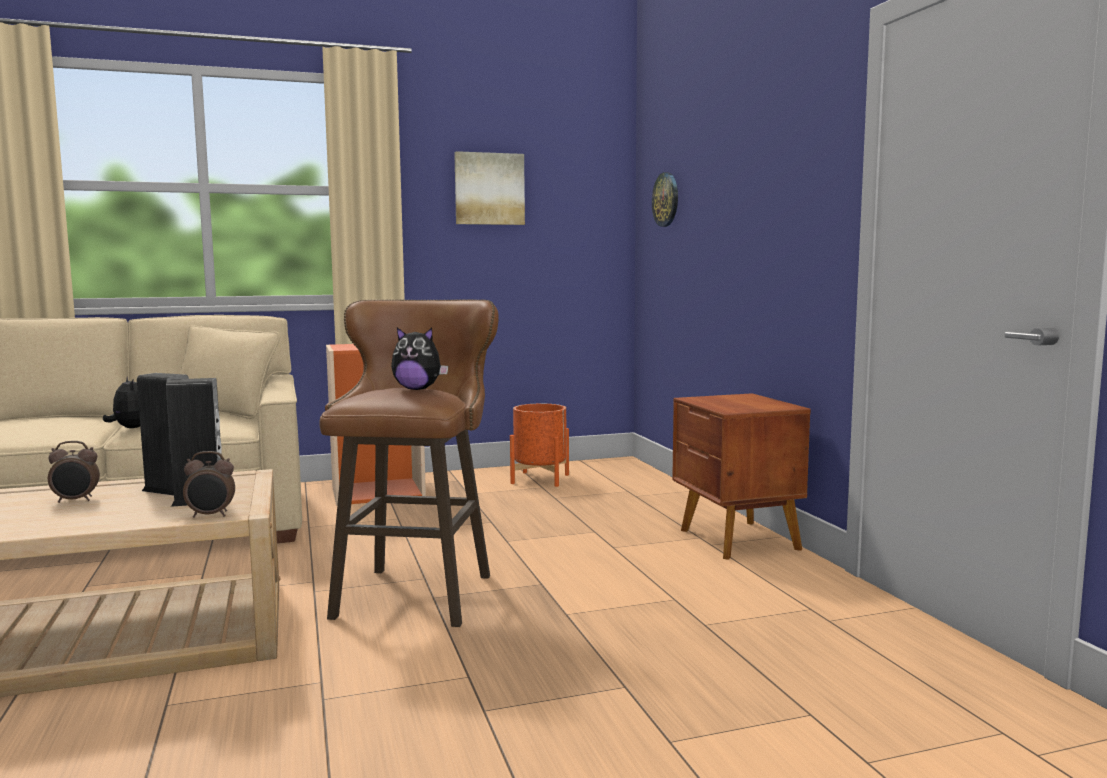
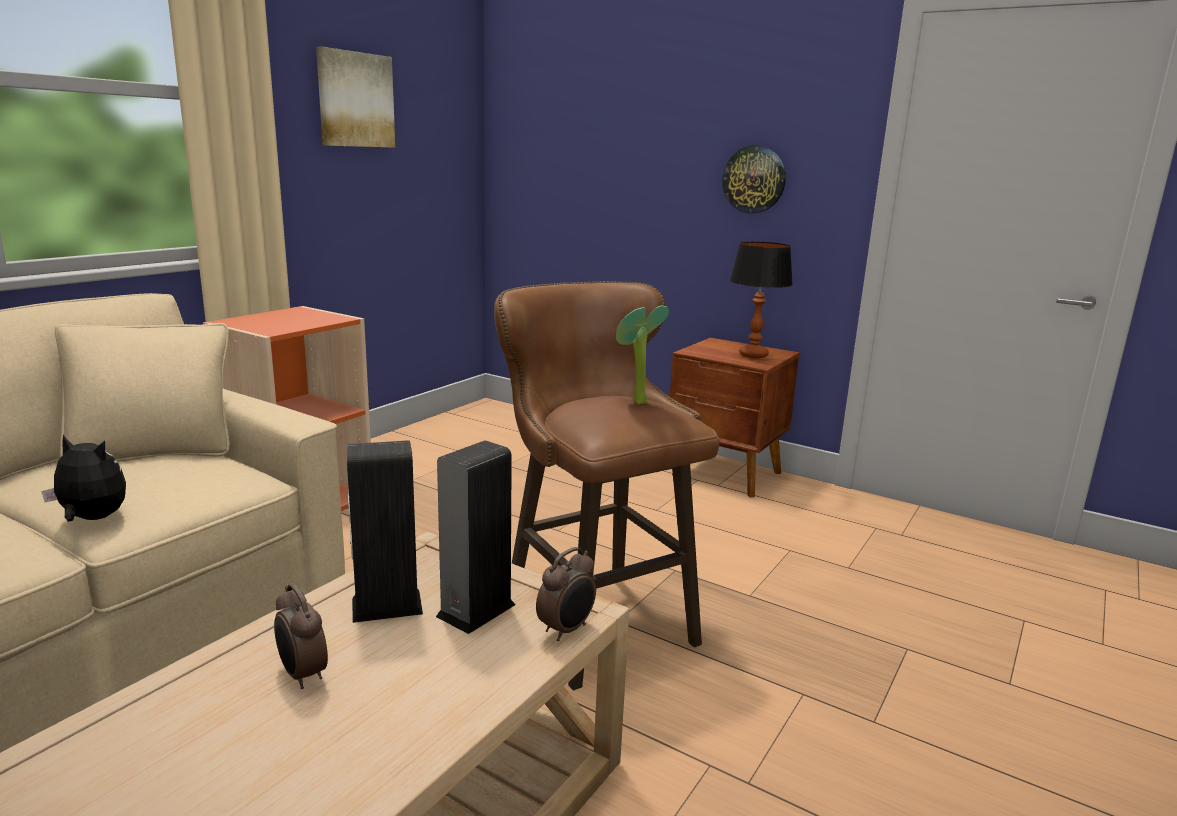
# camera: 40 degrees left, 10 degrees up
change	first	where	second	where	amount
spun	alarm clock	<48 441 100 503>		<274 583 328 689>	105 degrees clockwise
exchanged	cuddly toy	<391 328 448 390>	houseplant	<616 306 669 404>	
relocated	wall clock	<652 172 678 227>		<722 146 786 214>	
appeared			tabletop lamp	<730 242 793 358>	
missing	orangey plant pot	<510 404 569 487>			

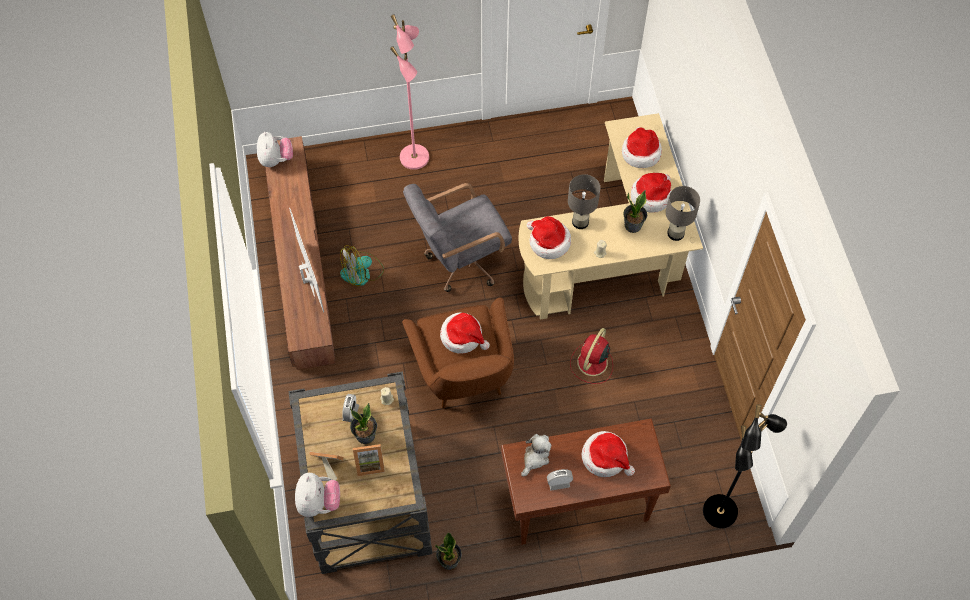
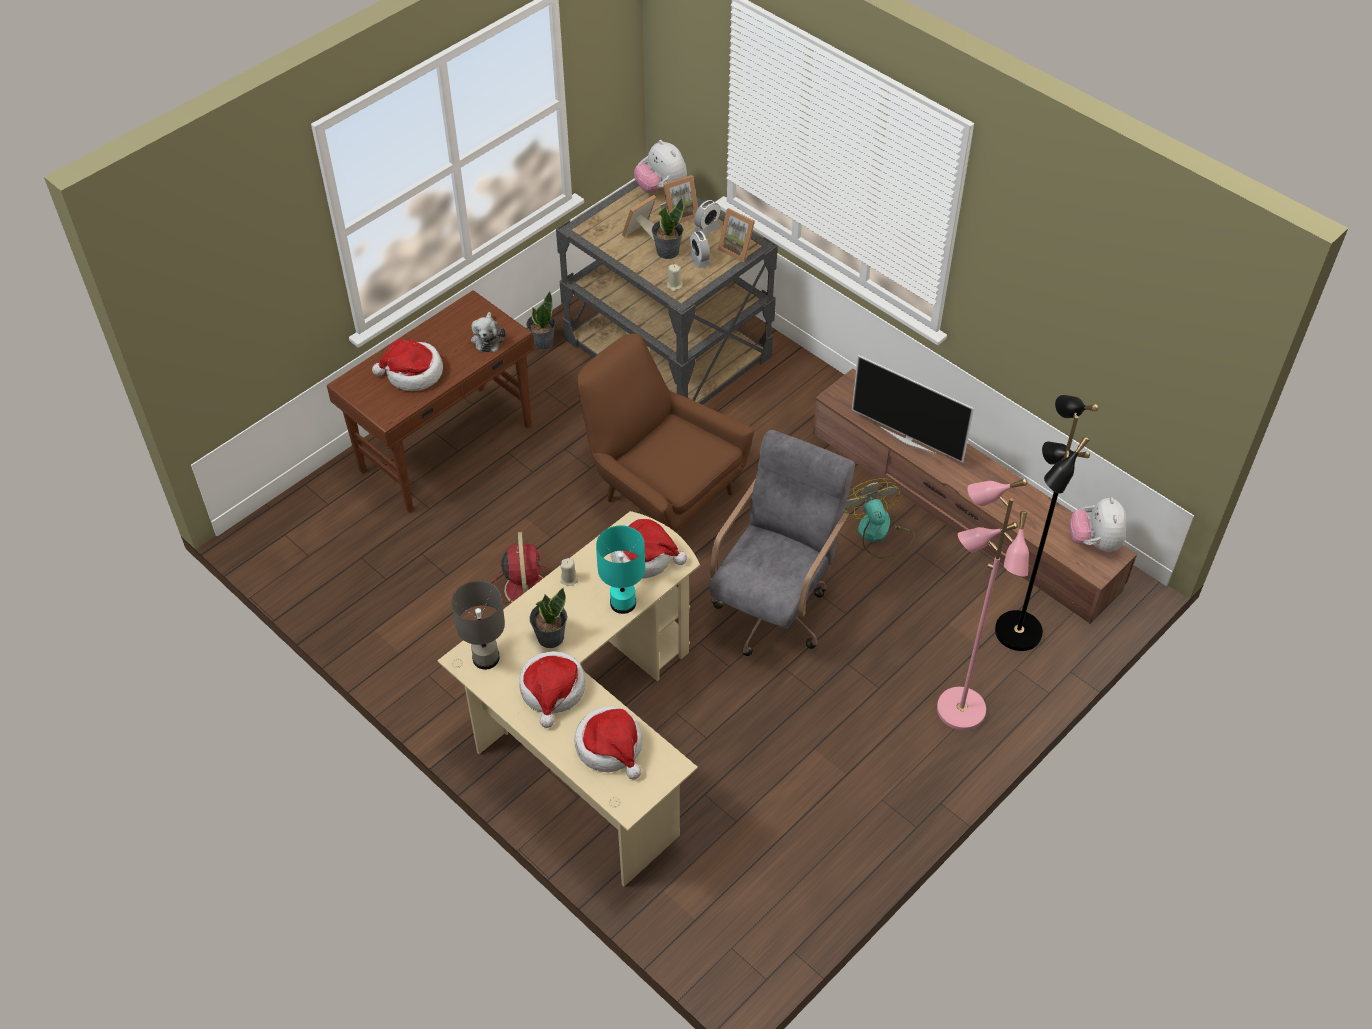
# camera: 145 degrees right, 10 degrees down
change	first	where	second	where	amount
colour	gray tabletop lamp	<568 174 600 229>	blue-green tabletop lamp	<596 525 645 614>	
relocated	alarm clock	<547 469 573 491>		<694 200 720 236>	
appeared			picture frame	<717 208 755 262>	
spun	electric fan	<340 245 384 286>		<844 478 915 559>	45 degrees counterclockwise
relocated	blackish floor lamp	<703 404 787 528>		<995 395 1098 651>	
spun	cuddly toy	<257 132 293 167>		<1069 497 1127 552>	45 degrees clockwise
missing	wearable hat	<440 313 490 354>			

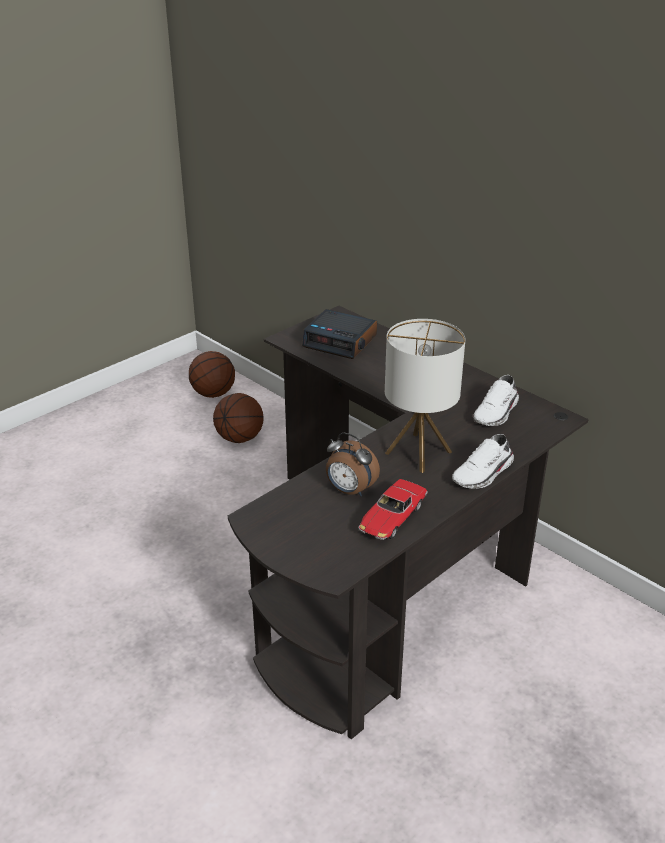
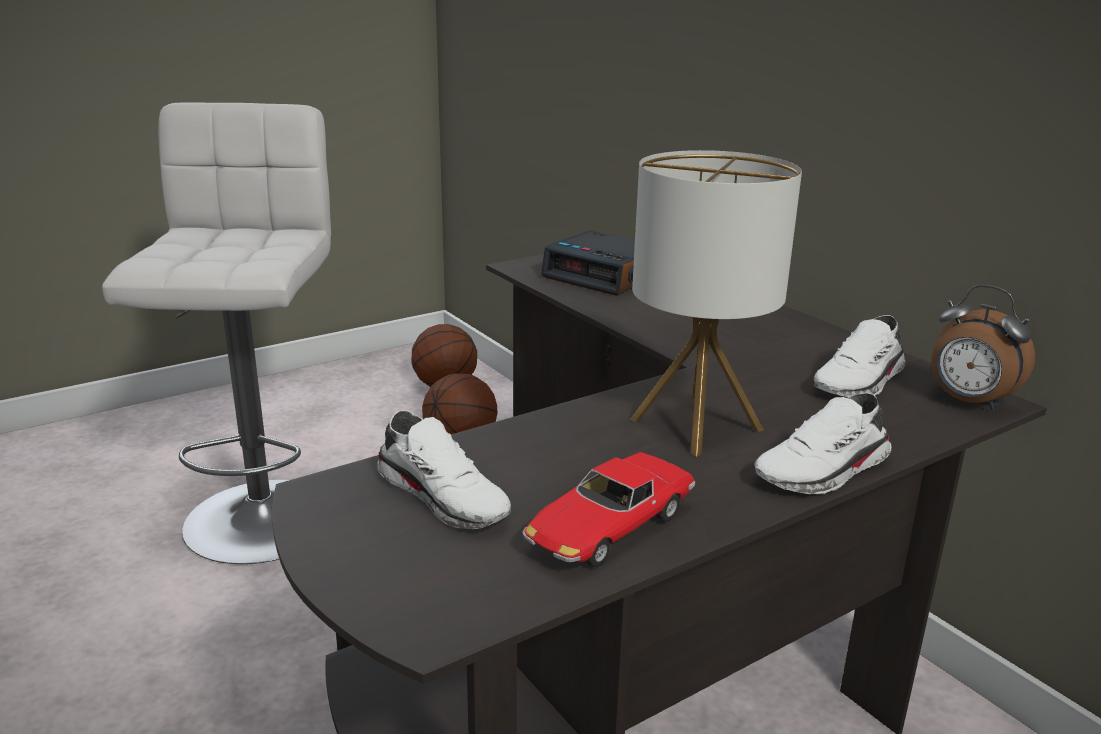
# camera: 10 degrees right, 10 degrees down
change	first	where	second	where	amount
appeared			white-coloured sitting stool	<102 102 331 564>	
appeared			white-coloured low shoe	<378 411 511 529>	
relocated	alarm clock	<326 433 380 496>		<931 285 1035 411>	

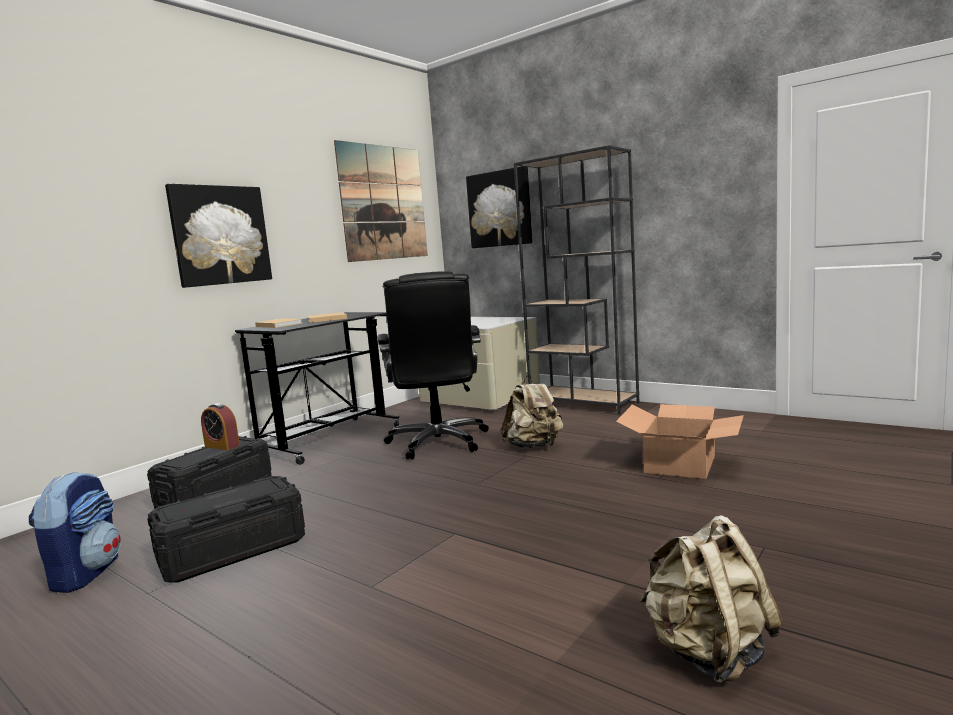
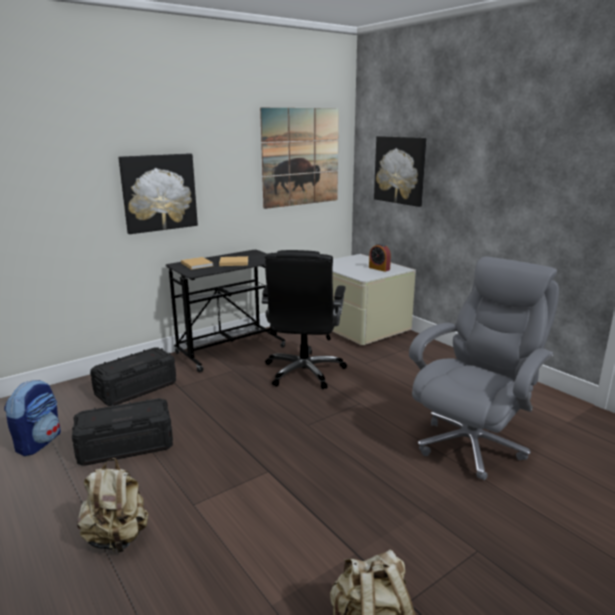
# camera: 15 degrees right, 10 degrees up
change	first	where	second	where	amount
relocated	beige knapsack	<501 375 563 448>		<77 458 148 553>	
relocated	alarm clock	<201 403 240 450>		<369 243 391 272>	
exchanged	packing box	<616 404 744 479>	gray computer chair	<409 257 559 480>	
missing	shelving unit	<514 145 639 415>			

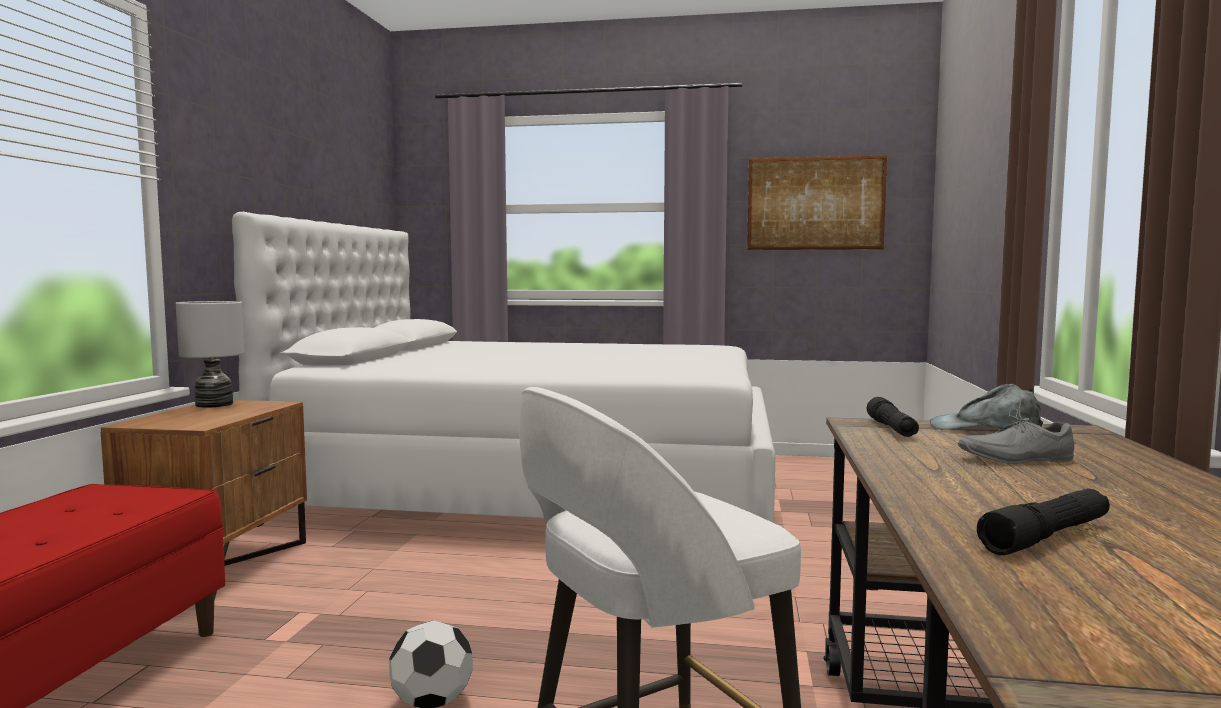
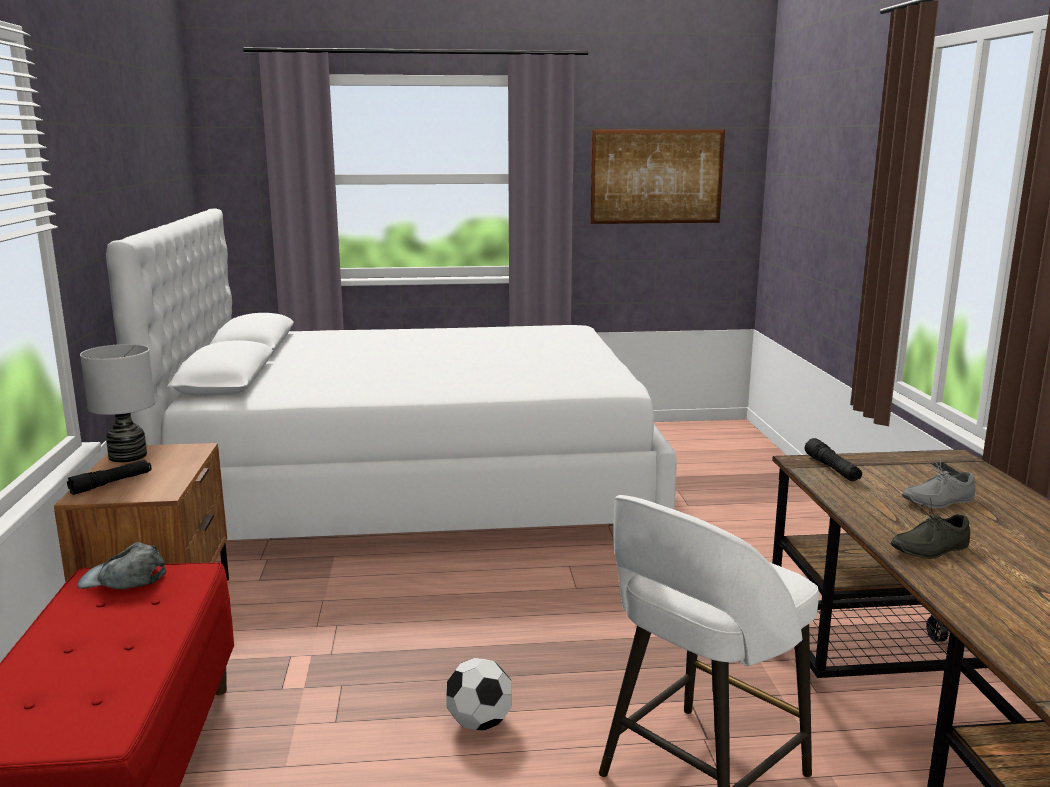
# camera: 15 degrees left, 10 degrees up
change	first	where	second	where	amount
relocated	blackish torch	<977 488 1110 555>		<67 460 152 495>	
relocated	gray peaked cap	<930 384 1043 430>		<77 542 166 589>	
appeared			gray low shoe	<890 497 970 559>	

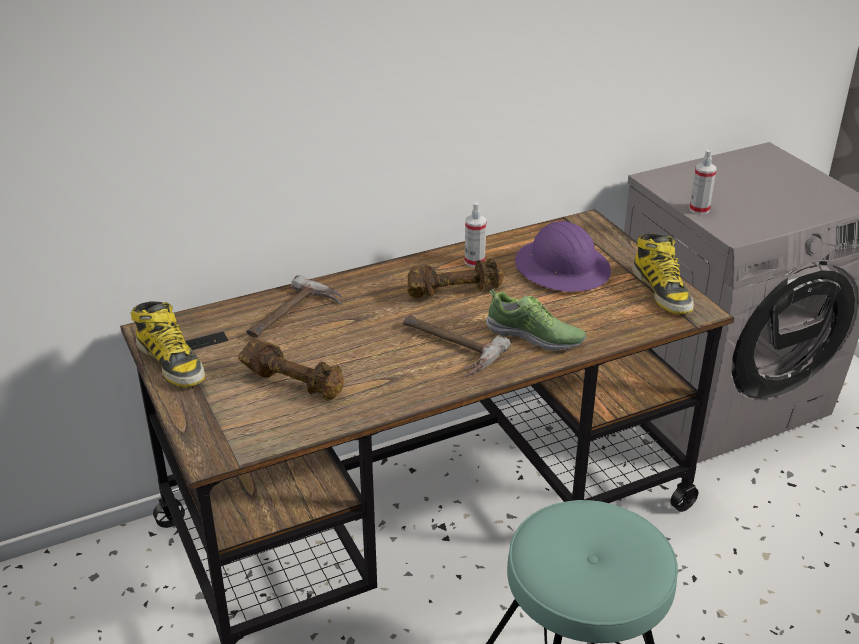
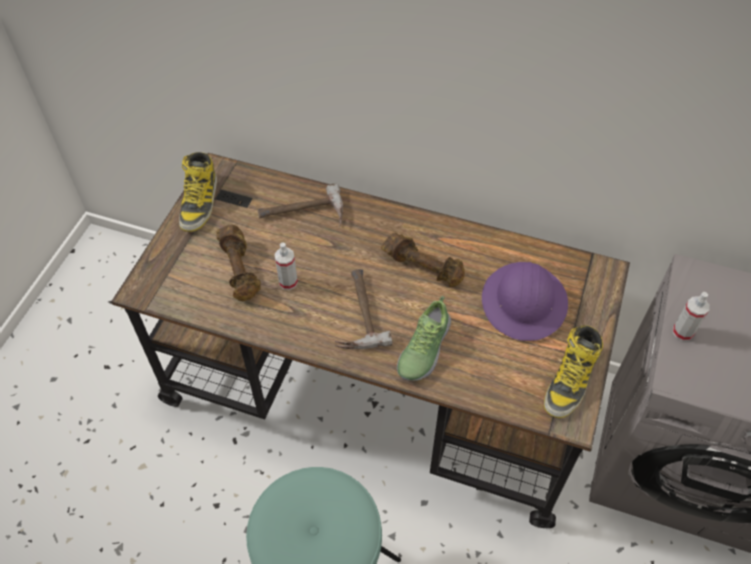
# camera: 45 degrees right, 20 degrees up
change	first	where	second	where	amount
relocated	spray bottle	<465 202 487 267>		<274 243 298 290>	
spun	low shoe	<486 289 586 351>		<397 296 451 381>	45 degrees clockwise

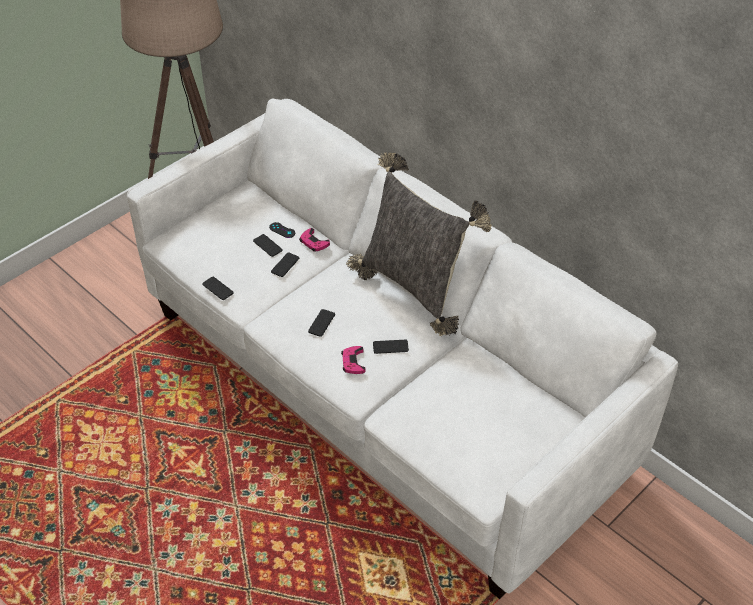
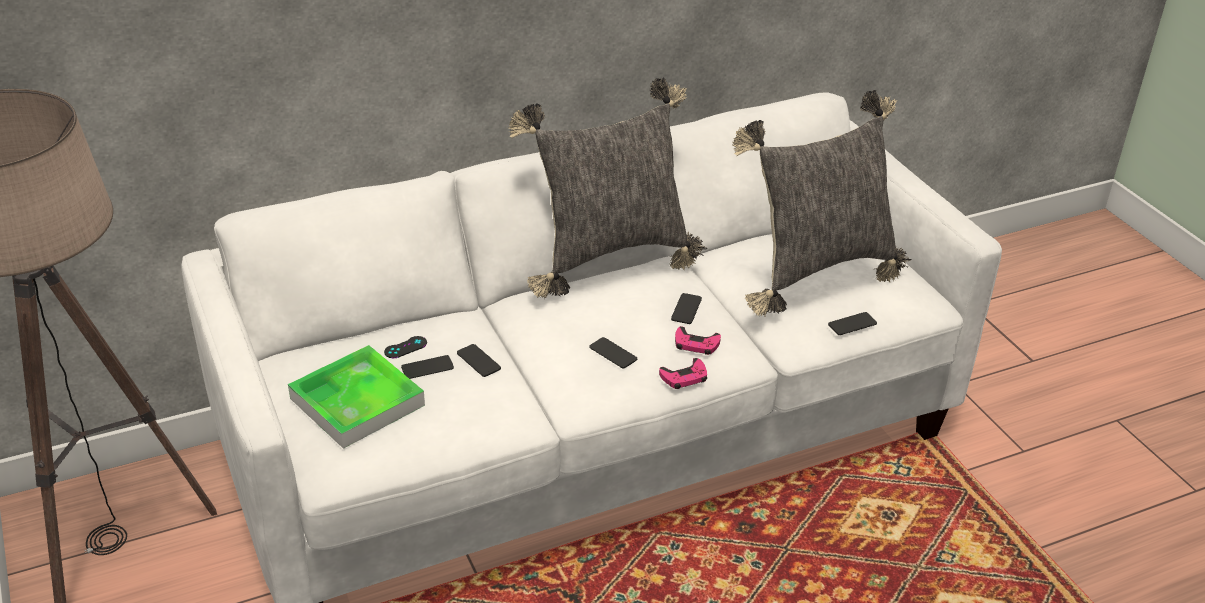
# camera: 70 degrees left, 10 degrees down
change	first	where	second	where	amount
appeared			tray	<288 345 425 449>	
relocated	pinkish gamepad	<299 228 330 252>		<659 358 707 389>	
appeared			pillow	<732 90 912 317>	
relocated	telephone	<202 277 234 300>		<828 312 877 335>	

